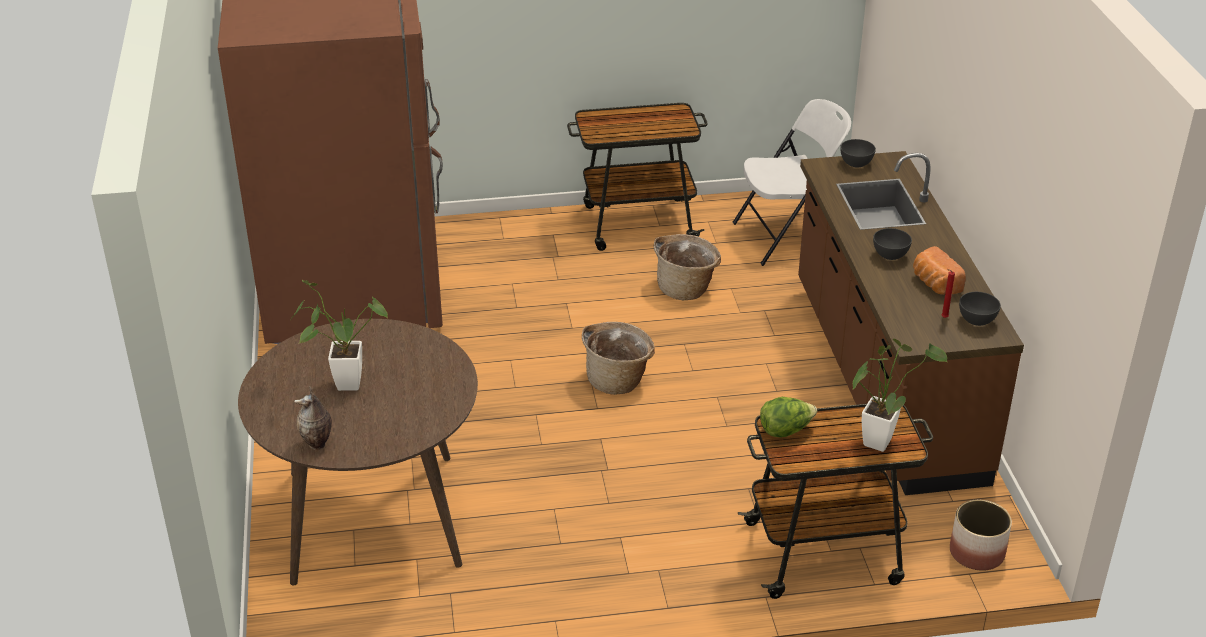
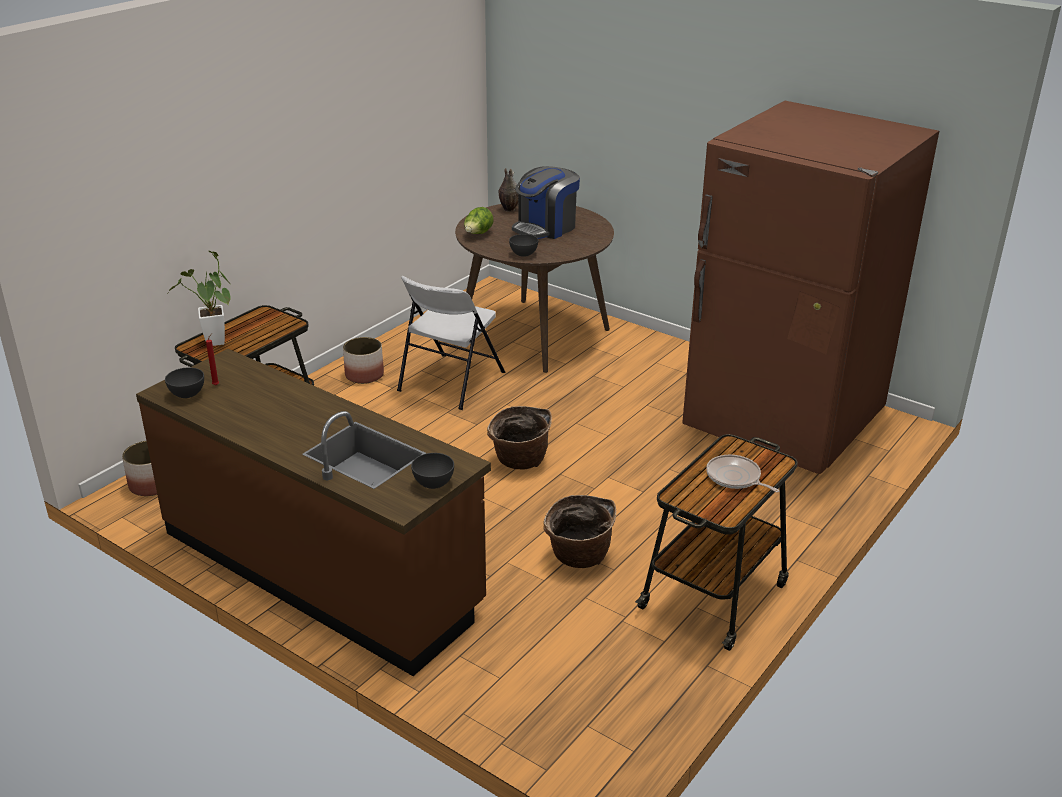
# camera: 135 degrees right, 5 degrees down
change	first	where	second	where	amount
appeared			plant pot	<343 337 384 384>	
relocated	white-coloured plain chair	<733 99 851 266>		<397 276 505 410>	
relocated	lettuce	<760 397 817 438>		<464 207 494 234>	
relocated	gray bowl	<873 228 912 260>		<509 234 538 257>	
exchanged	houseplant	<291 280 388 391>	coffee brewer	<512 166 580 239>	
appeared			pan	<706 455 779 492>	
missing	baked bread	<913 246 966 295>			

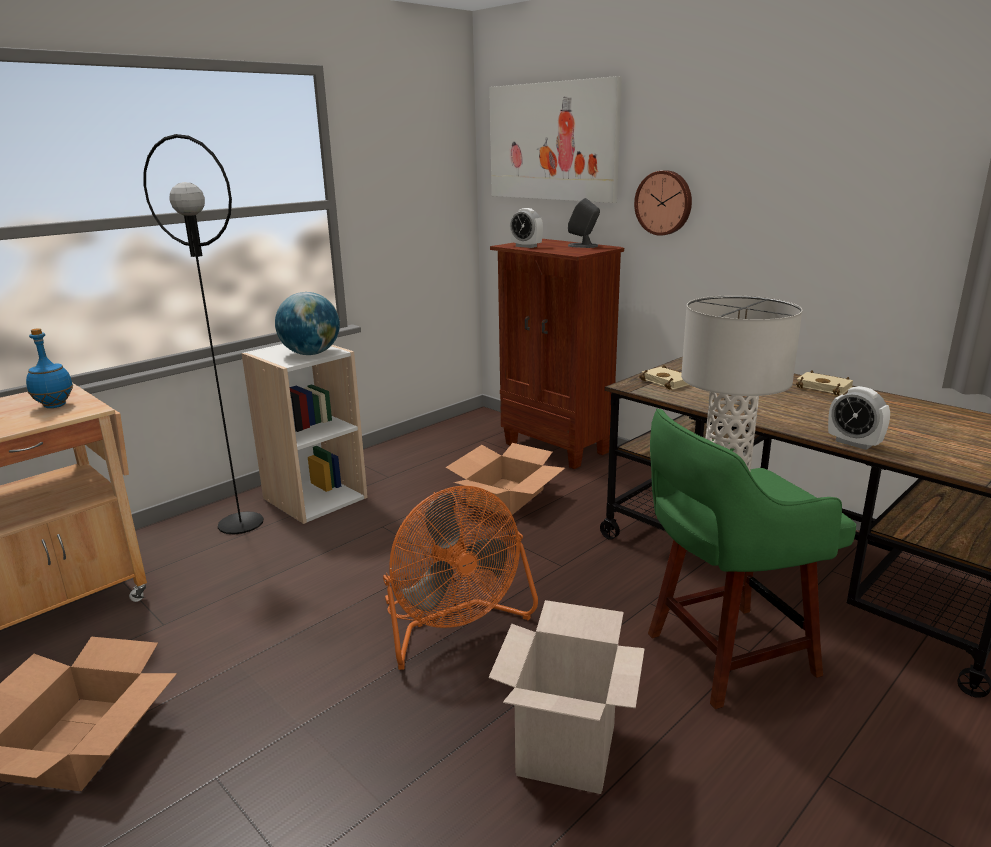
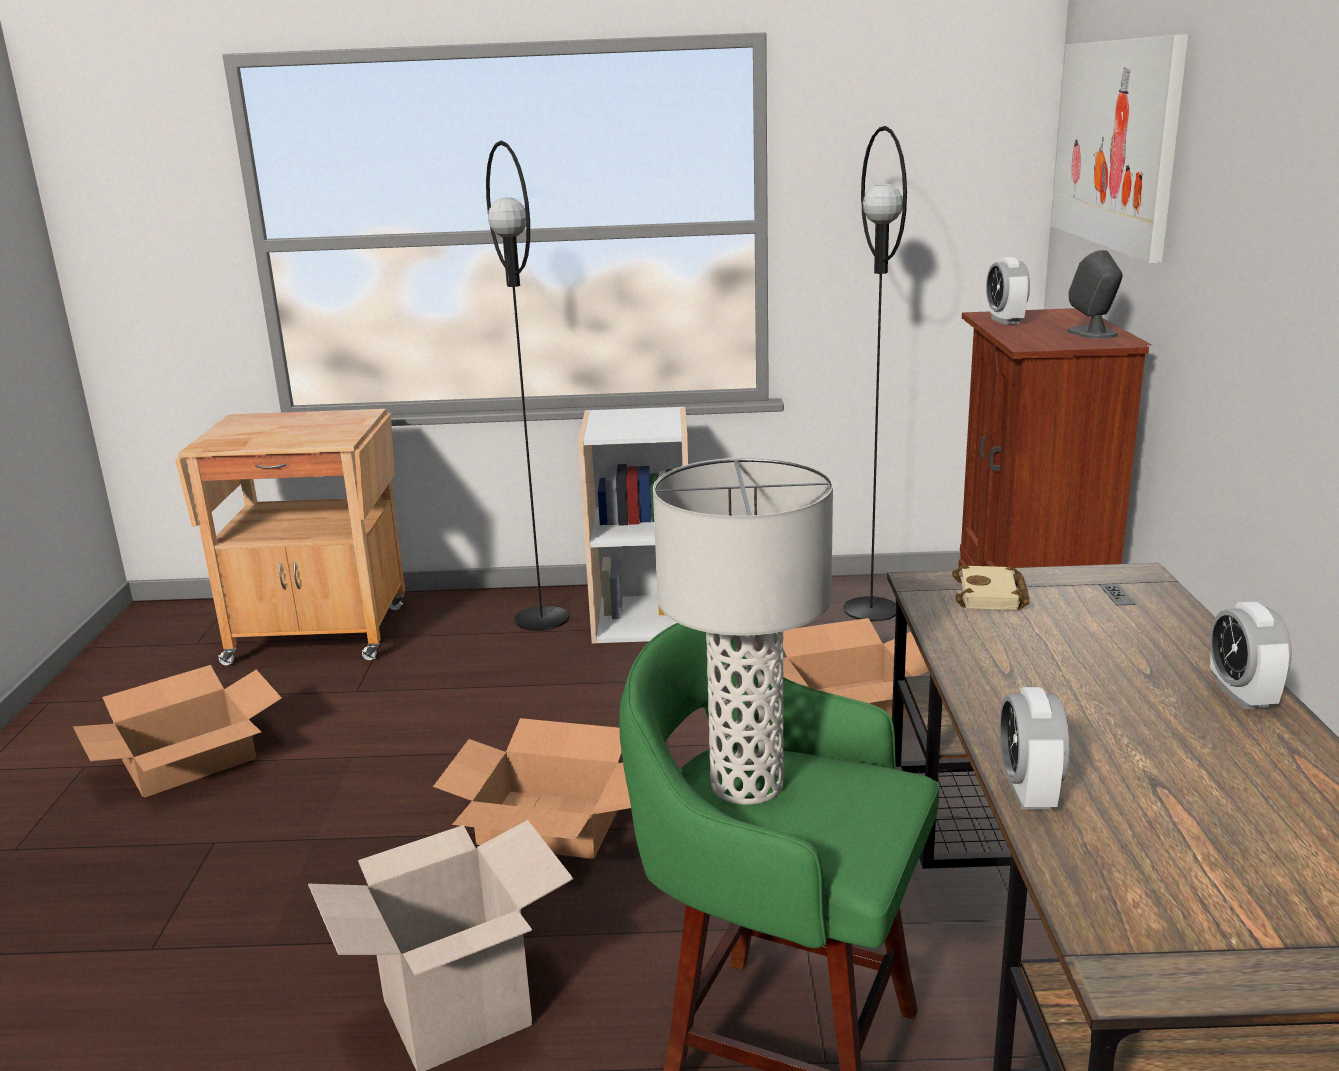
# camera: 45 degrees right, 0 degrees up
change	first	where	second	where	amount
exchanged	orangey electric fan	<383 486 538 670>	packing box	<433 718 631 859>	
appeared			blackish floor lamp	<843 126 907 621>	
exchanged	beige book	<796 371 853 395>	alarm clock	<1210 602 1292 709>	
missing	blue-coloured drink bottle	<26 328 73 408>			
missing	world globe	<275 292 340 355>			
missing	wall clock	<634 170 692 236>			

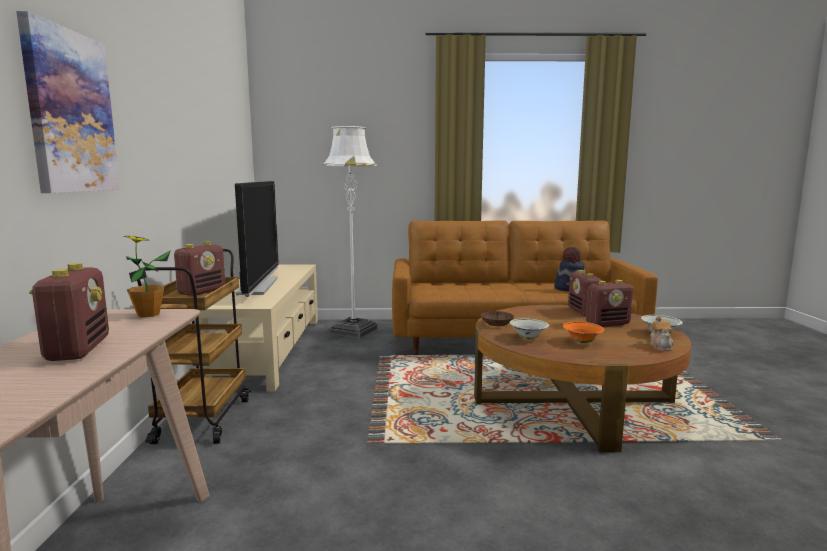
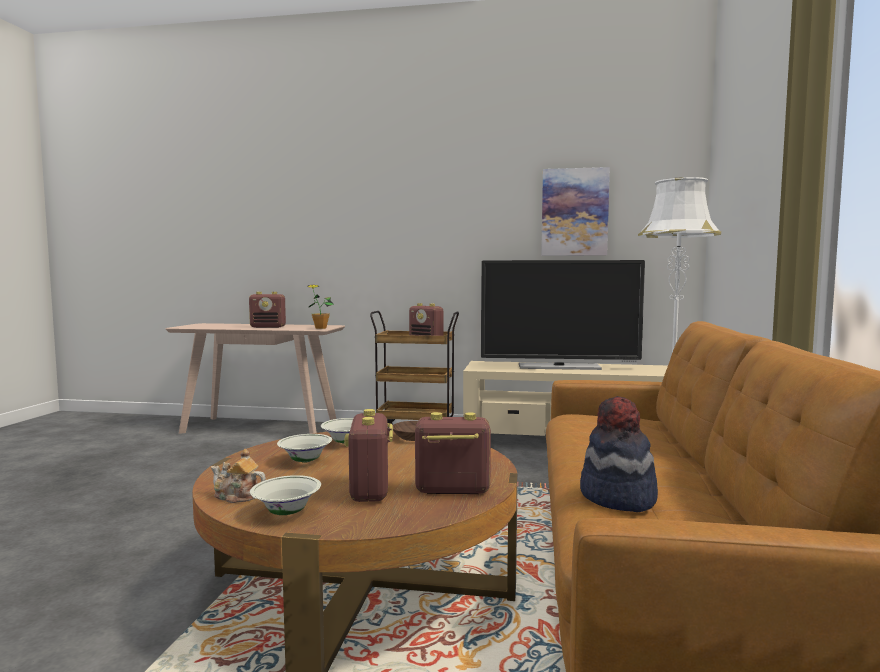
# camera: 100 degrees right, 5 degrees down
change	first	where	second	where	amount
colour	orangey bowl	<563 322 604 343>	white-coloured bowl	<277 434 332 463>	
relocated	wall art	<16 11 120 193>		<541 167 610 256>	

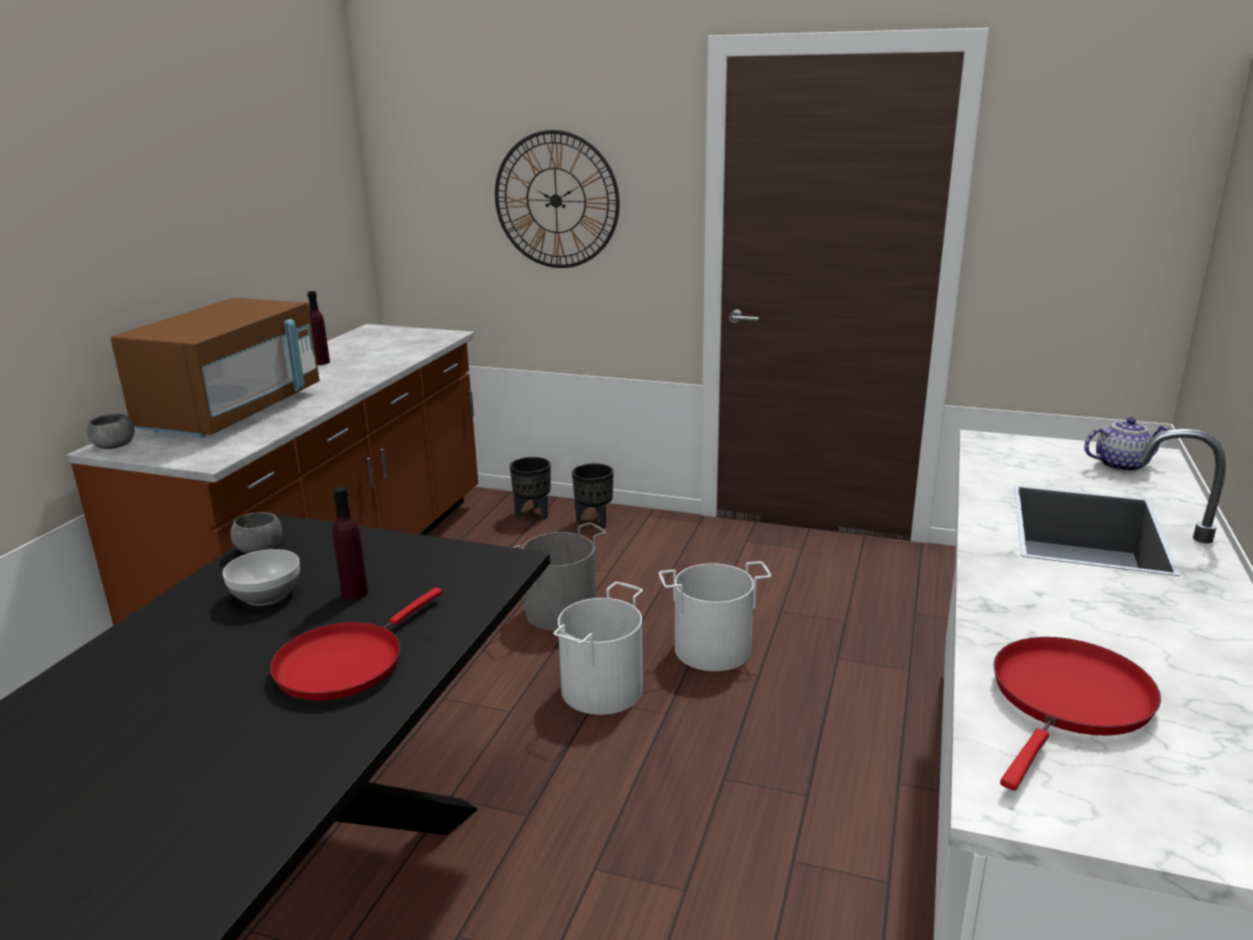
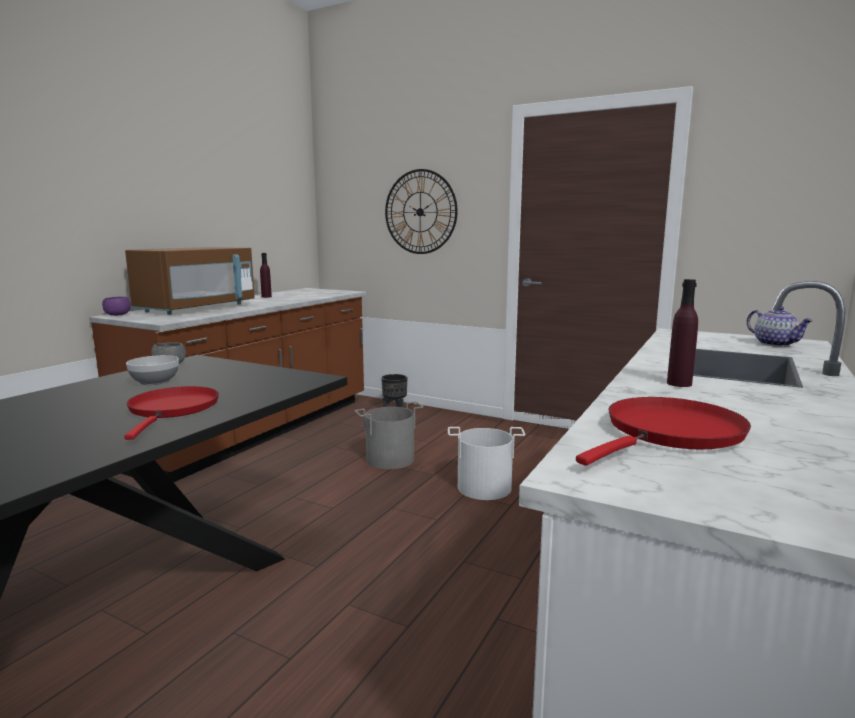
# camera: 10 degrees right, 10 degrees down
change	first	where	second	where	amount
colour	gray bowl	<87 414 134 449>	purplish bowl	<102 297 131 316>	
spun	red pan	<270 587 443 700>		<124 386 219 440>	135 degrees clockwise
relocated	purplish drink bottle	<333 487 368 600>		<667 279 698 387>	
spun	teapot	<1084 417 1169 472>		<746 306 813 347>	60 degrees clockwise
missing	white-coloured pail	<554 582 643 715>			
missing	blackish plant pot	<572 463 614 528>			

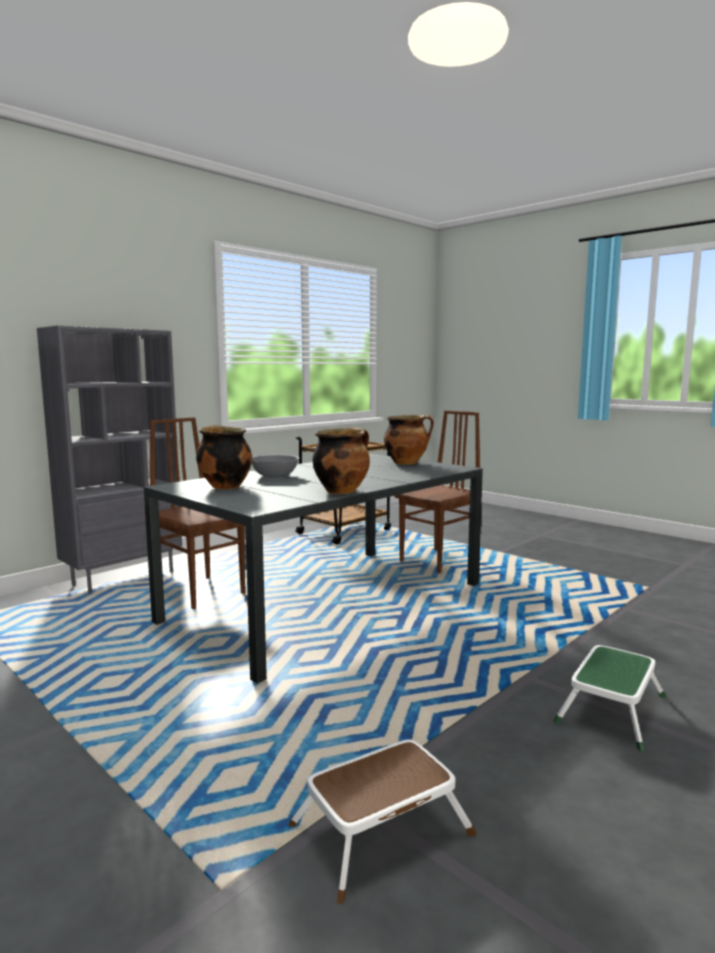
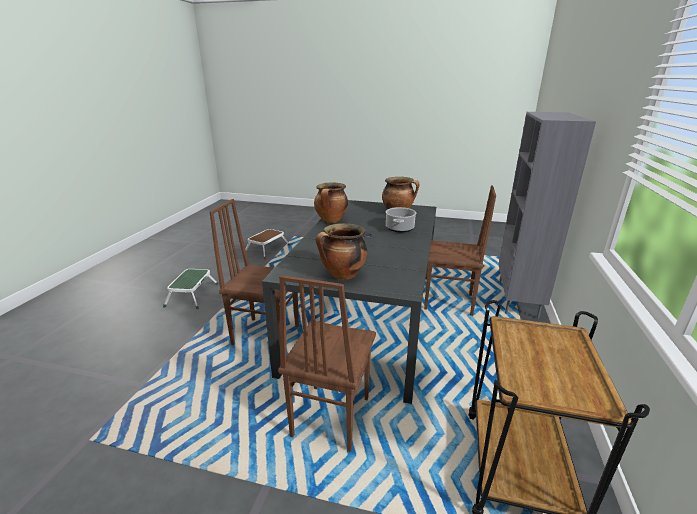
# camera: 150 degrees right, 15 degrees up
change	first	where	second	where	amount
appeared			brown-coloured plain chair	<209 199 299 345>	
exchanged	gray bowl	<252 455 299 477>	cooking pot	<386 207 416 232>	

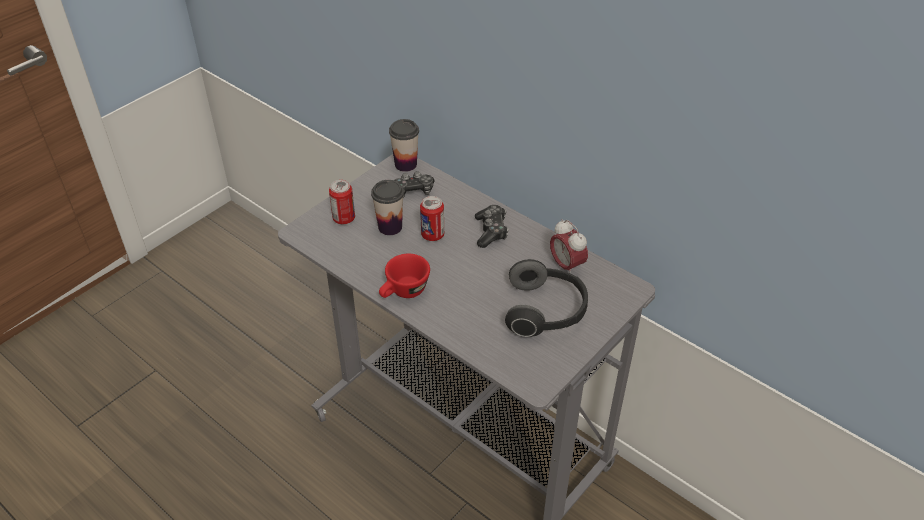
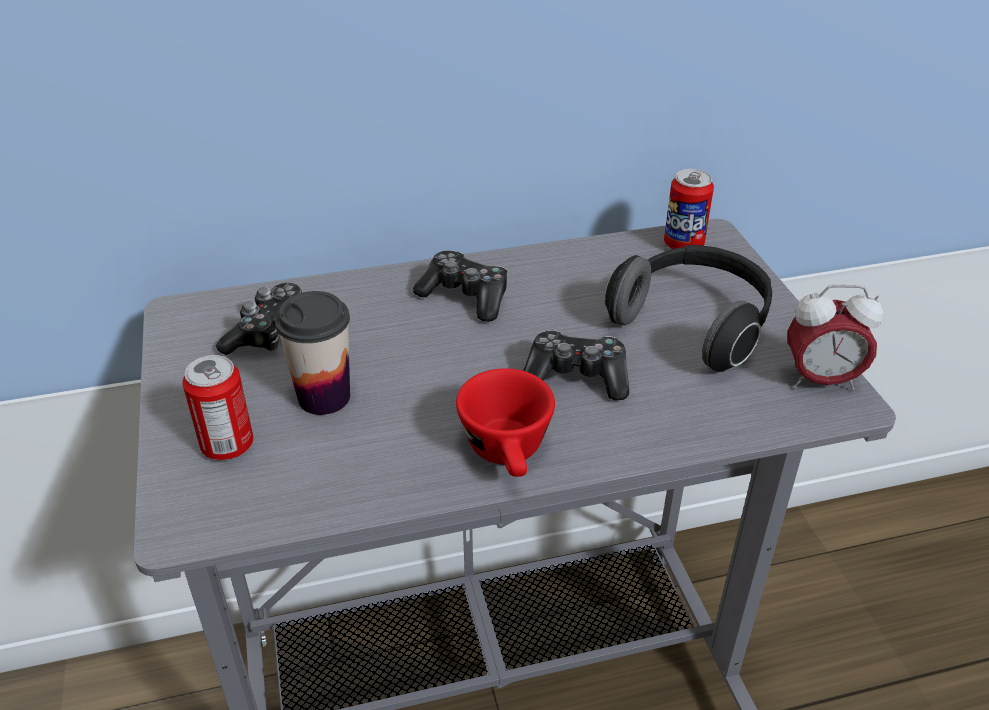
# camera: 55 degrees left, 5 degrees down
change	first	where	second	where	amount
appeared			gamepad	<523 330 629 400>	
relocated	metal can	<420 196 444 241>		<664 169 714 249>	
relocated	alarm clock	<550 219 588 274>		<787 285 883 390>	
missing	small cup	<389 119 419 172>			

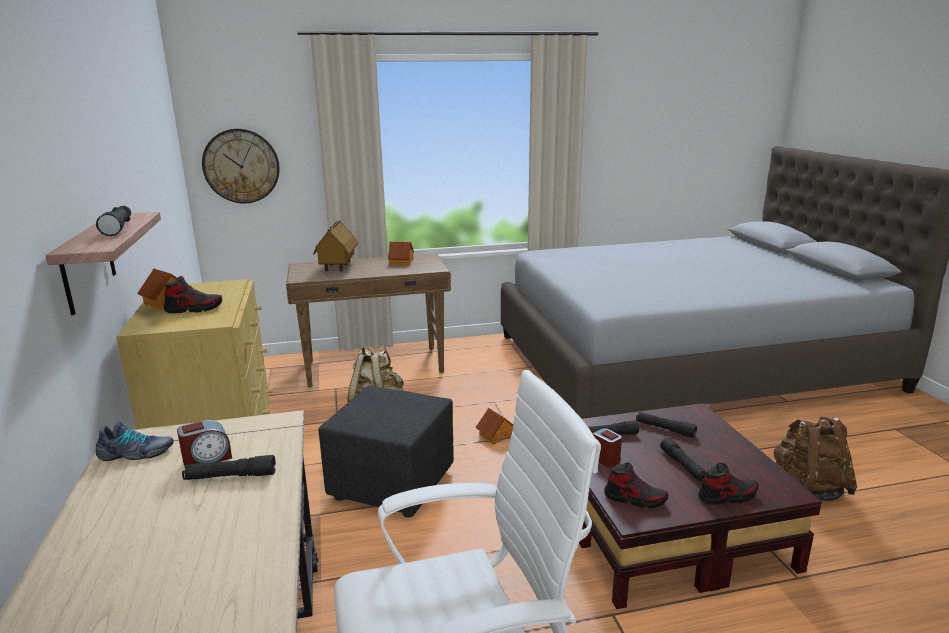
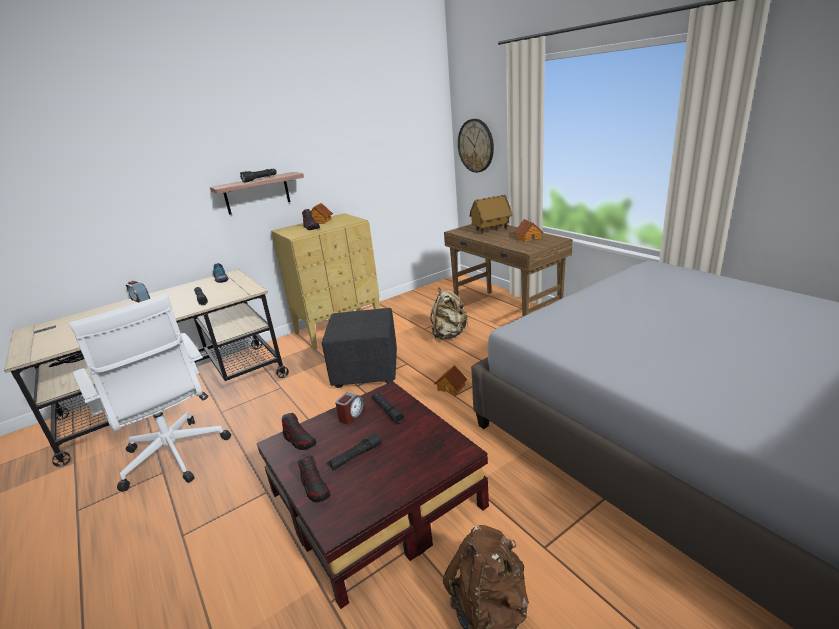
# camera: 70 degrees right, 5 degrees up
change	first	where	second	where	amount
relocated	alarm clock	<177 420 232 468>		<126 281 150 303>	
spun	low shoe	<604 462 668 508>		<282 413 316 450>	45 degrees counterclockwise
missing	blackish torch	<636 412 697 438>			

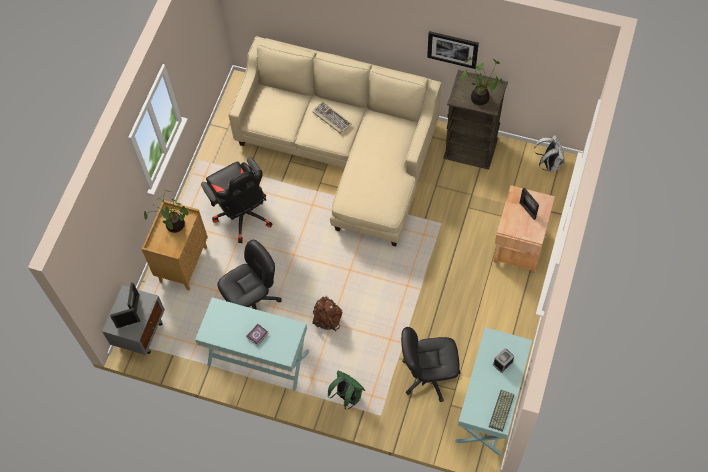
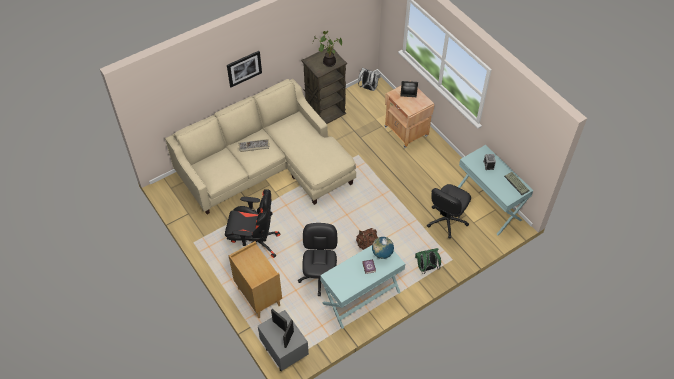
# camera: 55 degrees left, 10 degrees down
change	first	where	second	where	amount
relocated	wall art	<427 31 479 69>		<227 51 262 87>	
appeared			world globe	<372 237 394 259>	
missing	houseplant	<144 190 189 233>			

